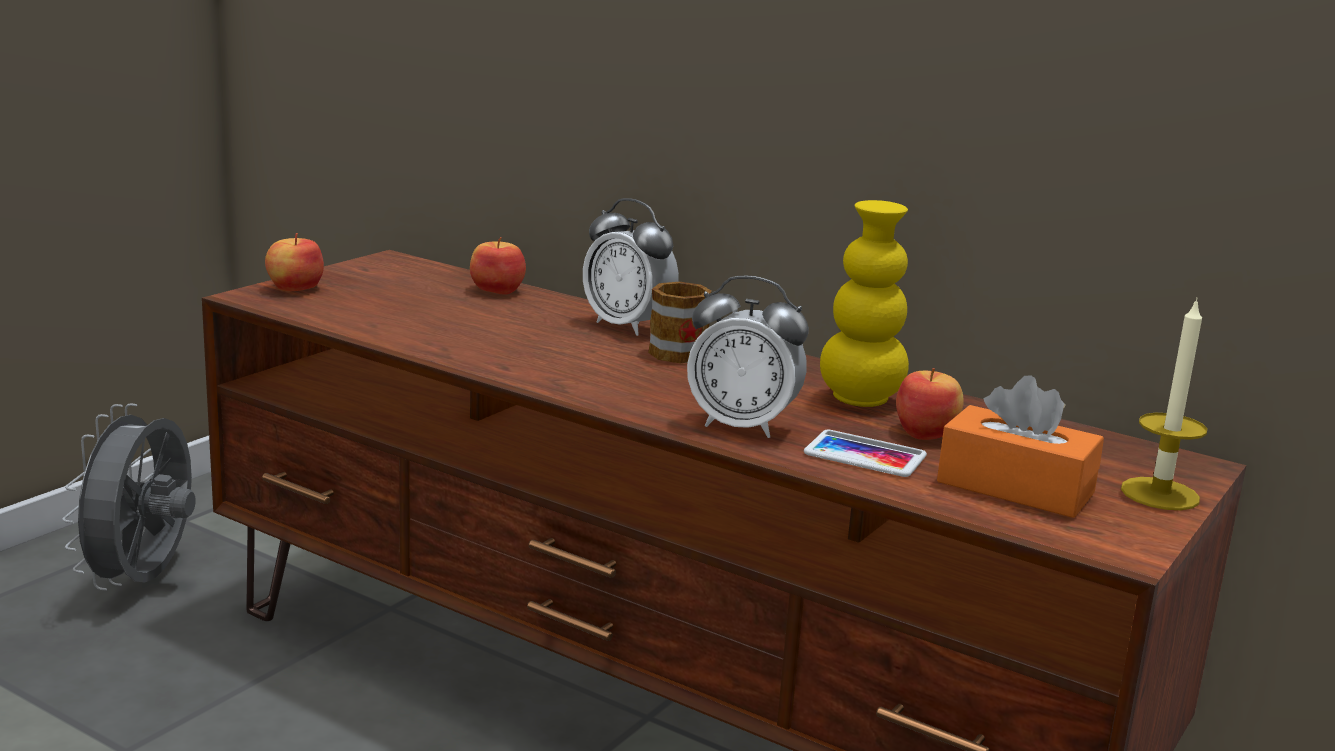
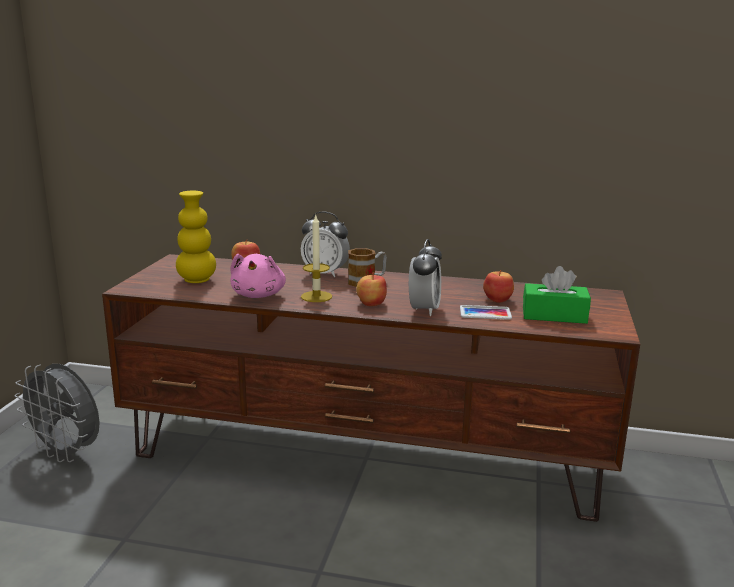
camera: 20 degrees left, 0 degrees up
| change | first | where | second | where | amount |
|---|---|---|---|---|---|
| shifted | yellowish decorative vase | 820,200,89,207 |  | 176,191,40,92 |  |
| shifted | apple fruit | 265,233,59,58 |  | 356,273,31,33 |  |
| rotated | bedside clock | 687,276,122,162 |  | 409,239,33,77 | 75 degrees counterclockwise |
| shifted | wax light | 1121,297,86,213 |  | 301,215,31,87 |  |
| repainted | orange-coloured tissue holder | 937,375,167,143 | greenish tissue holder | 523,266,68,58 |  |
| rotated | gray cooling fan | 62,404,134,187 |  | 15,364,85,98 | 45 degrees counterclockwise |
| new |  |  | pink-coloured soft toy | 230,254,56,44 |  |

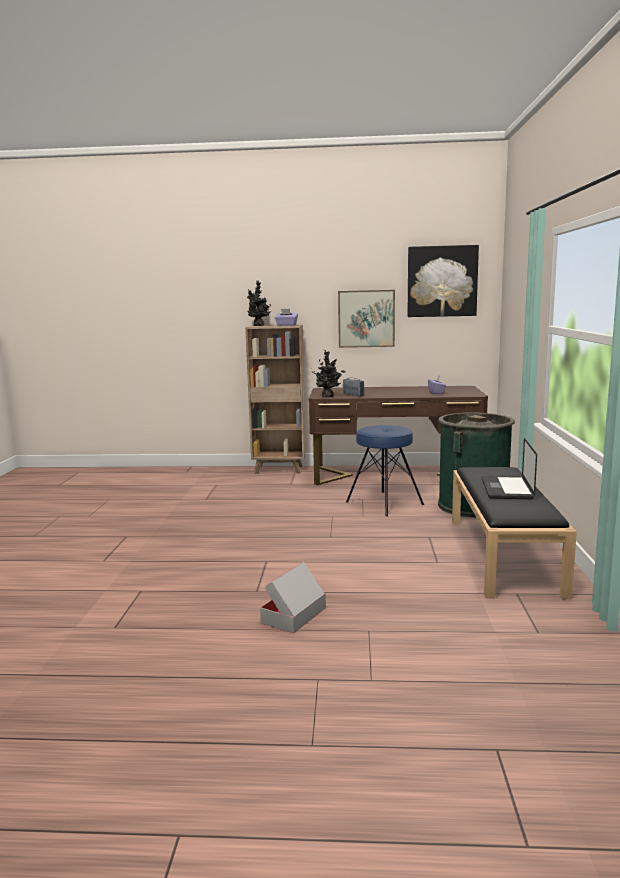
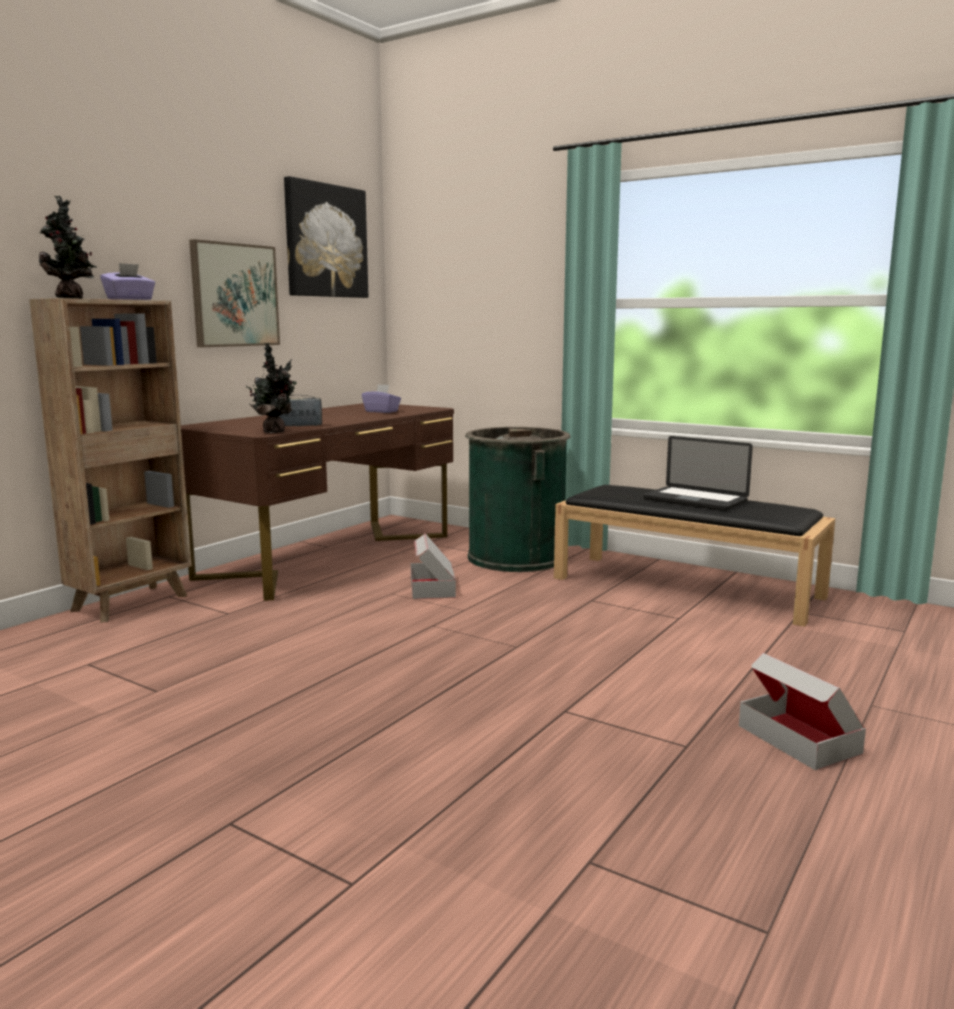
camera: 60 degrees left, 0 degrees up
| change | first | where | second | where | amount |
|---|---|---|---|---|---|
| swapped | blue sitting stool | 346,425,78,91 | packing box | 411,533,45,66 |  |

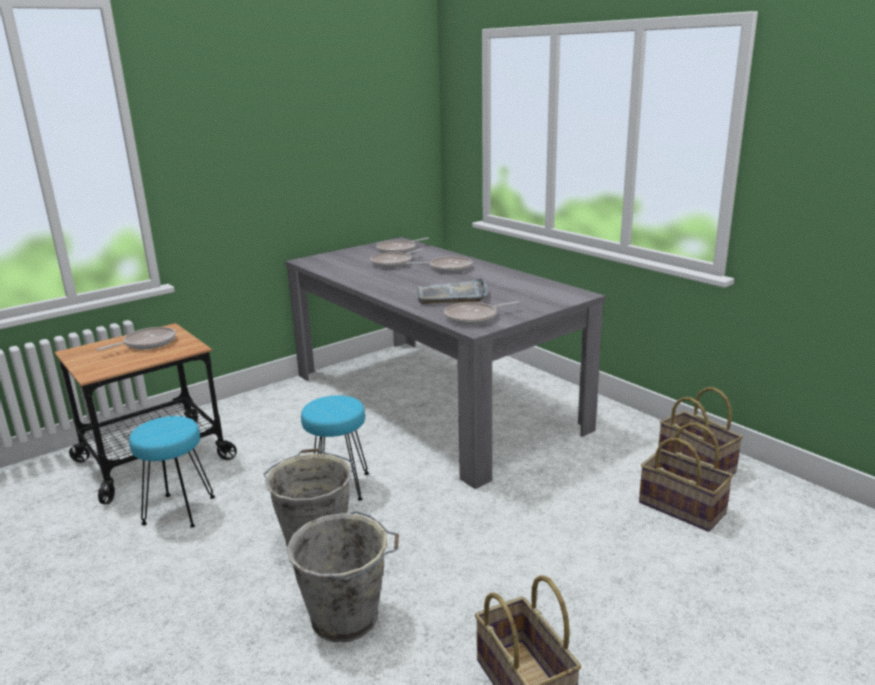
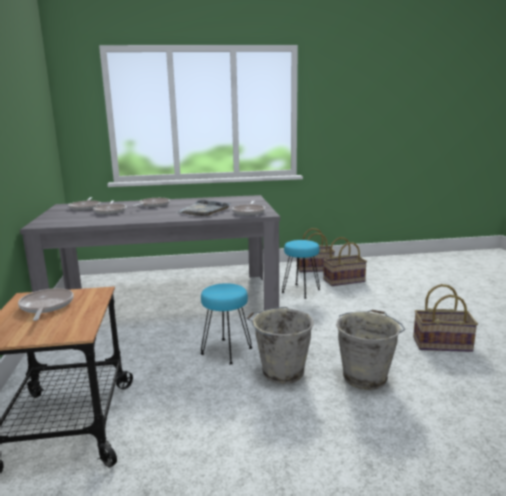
camera: 60 degrees left, 5 degrees down
| change | first | where | second | where | amount |
|---|---|---|---|---|---|
| shifted | blue-green sitting stool | 129,416,86,112 |  | 282,240,38,59 |  |

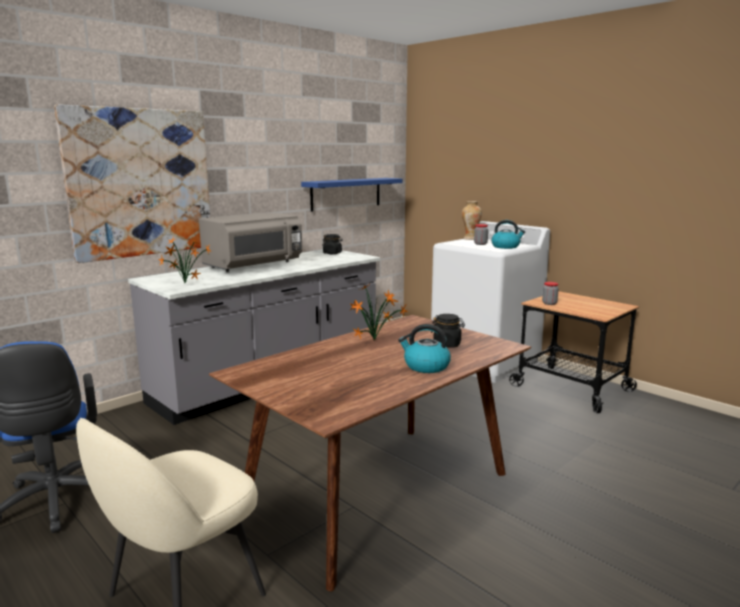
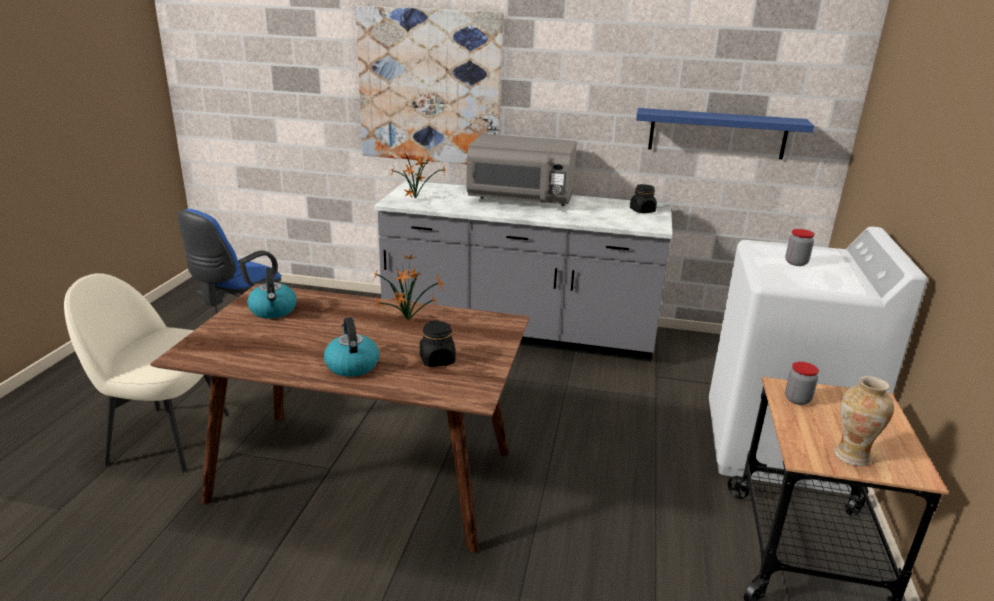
camera: 55 degrees right, 10 degrees up
| change | first | where | second | where | amount |
|---|---|---|---|---|---|
| shifted | decorative vase | 462,201,20,39 |  | 834,376,60,90 |  |
| shifted | water kettle | 491,220,34,29 |  | 247,268,50,51 |  |

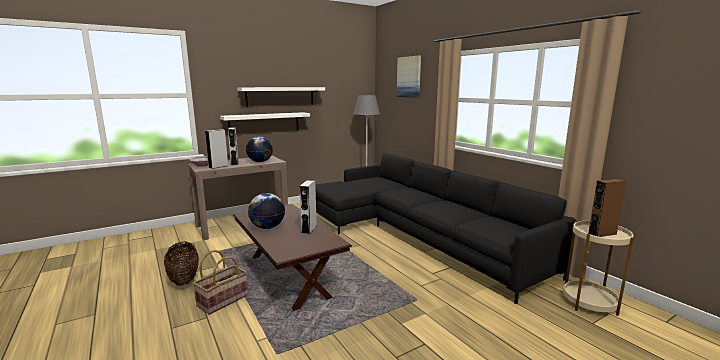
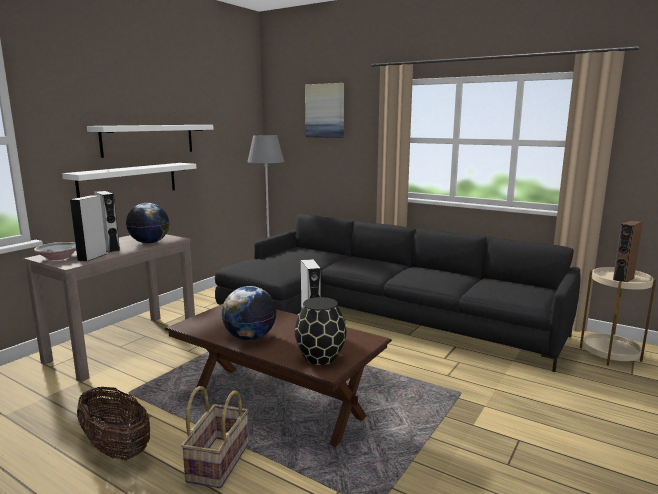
camera: 25 degrees left, 0 degrees up
| change | first | where | second | where | amount |
|---|---|---|---|---|---|
| new |  |  | black-coloured decorative vase | 295,297,51,68 |  |

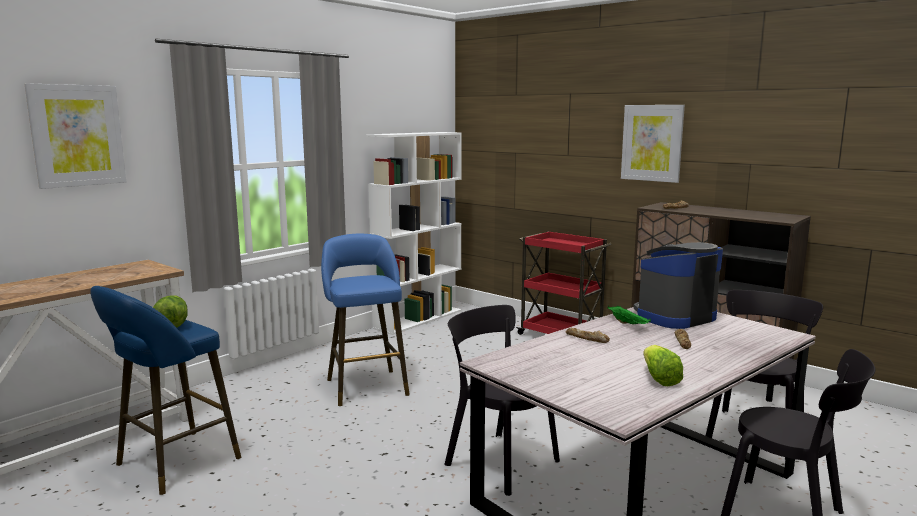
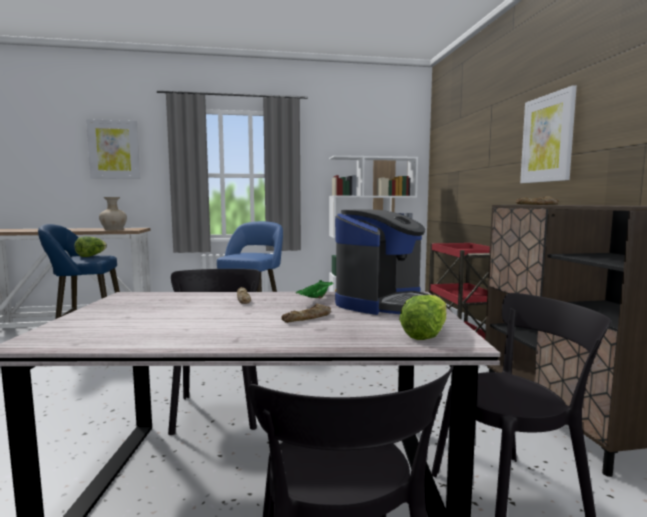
camera: 40 degrees right, 5 degrees down
| change | first | where | second | where | amount |
|---|---|---|---|---|---|
| rotated | coffee brewer | 633,242,90,87 |  | 335,210,95,105 | 120 degrees clockwise |
| shifted | head of lettuce | 643,345,40,41 |  | 399,295,48,45 |  |
| new |  |  | beige-coloured decorative vase | 99,197,28,33 |  |

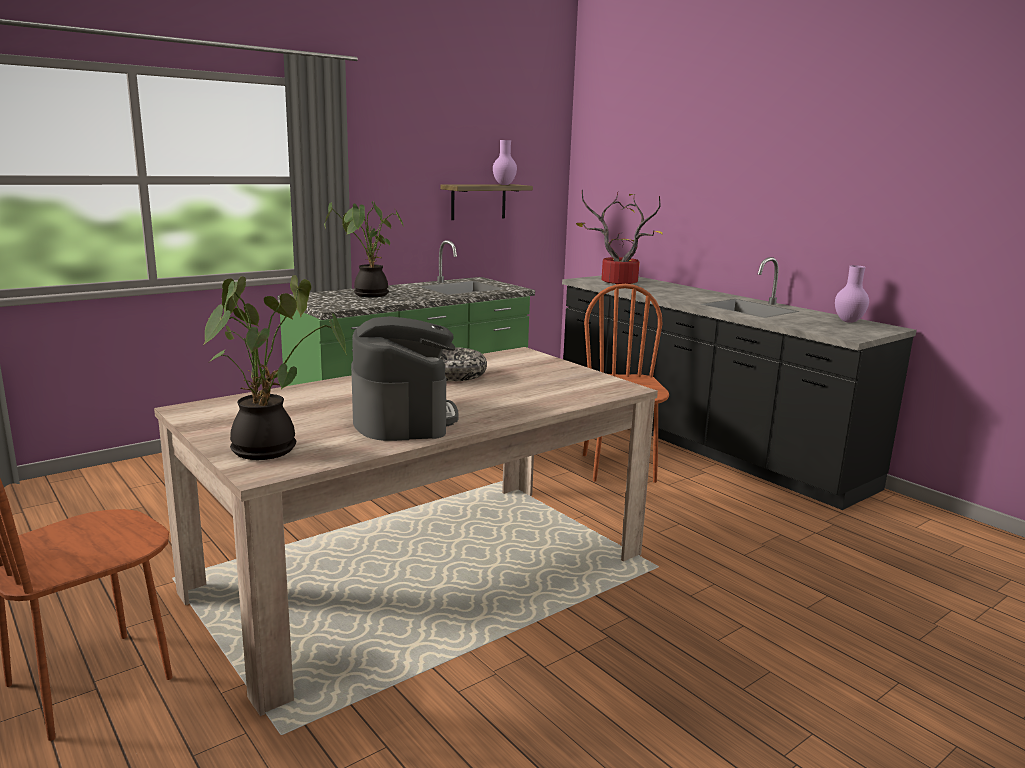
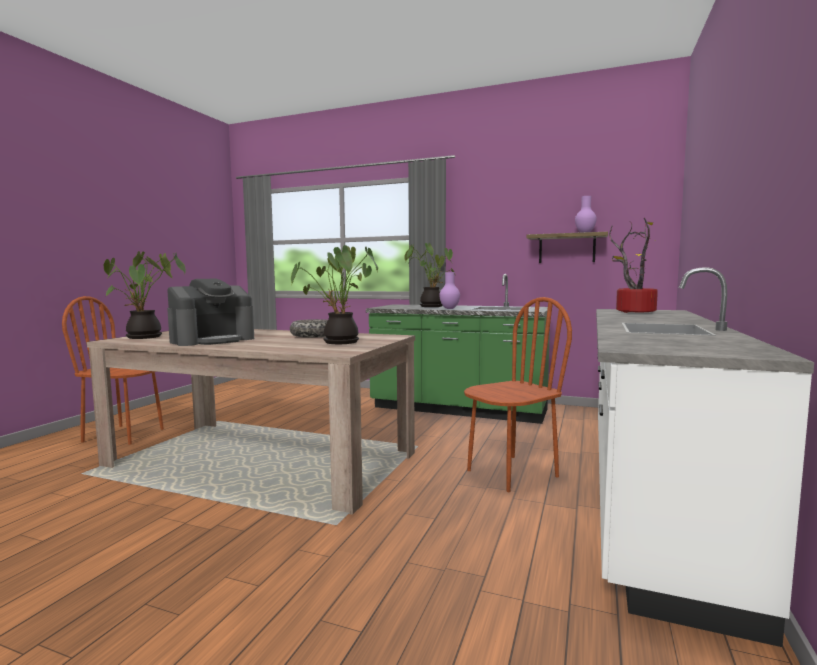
camera: 60 degrees right, 10 degrees down
| change | first | where | second | where | amount |
|---|---|---|---|---|---|
| repainted | black-coloured kitchen base unit | 562,257,355,253 | white-coloured kitchen base unit | 596,267,218,380 |  |
| shifted | purple-coloured decorative vase | 835,265,34,58 |  | 439,272,21,37 |  |
| new |  |  | plant in a pot | 291,245,87,99 |  |

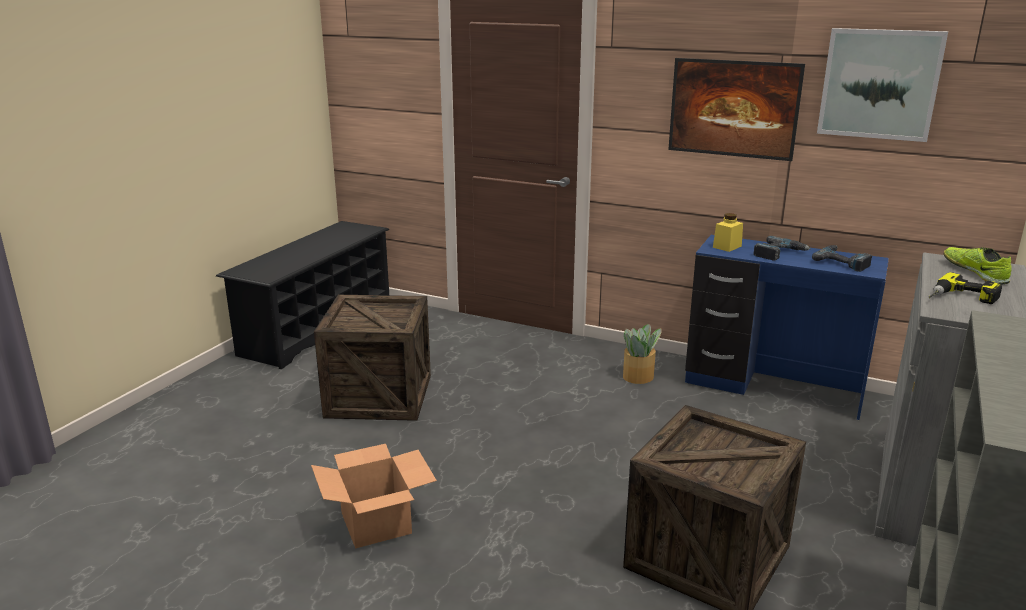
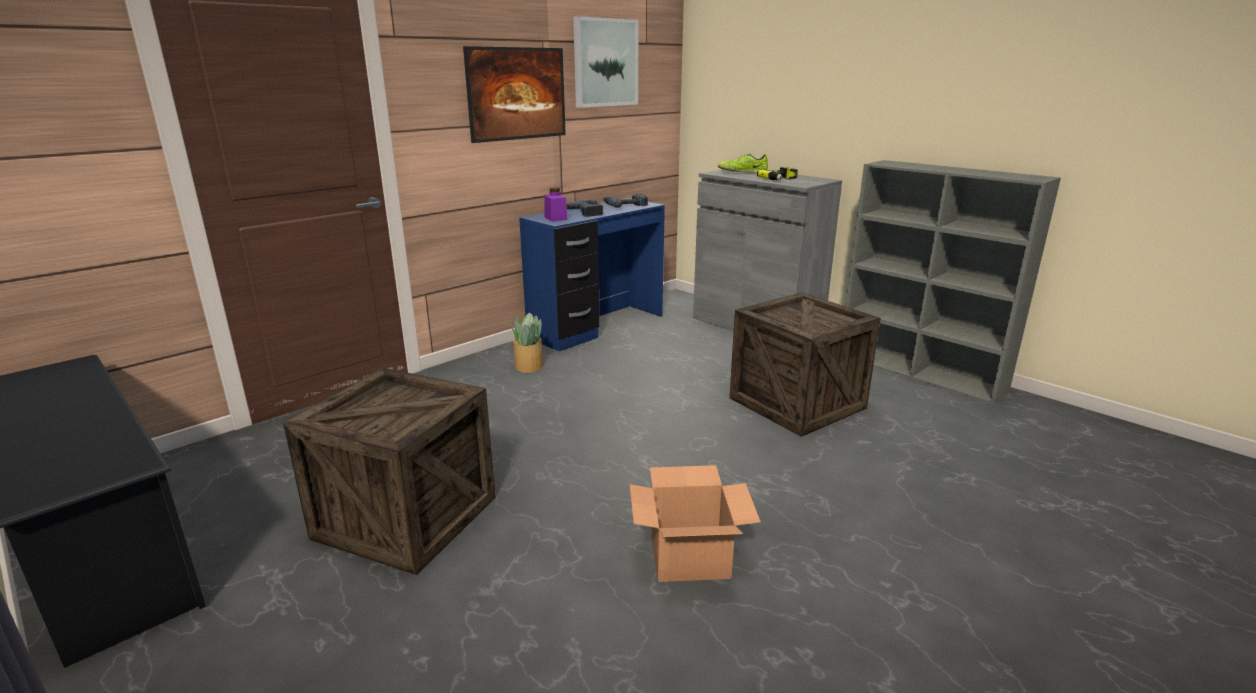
camera: 70 degrees left, 0 degrees up
| change | first | where | second | where | amount |
|---|---|---|---|---|---|
| repainted | yellowish jar | 713,213,30,39 | purple-coloured jar | 544,187,24,34 |  |

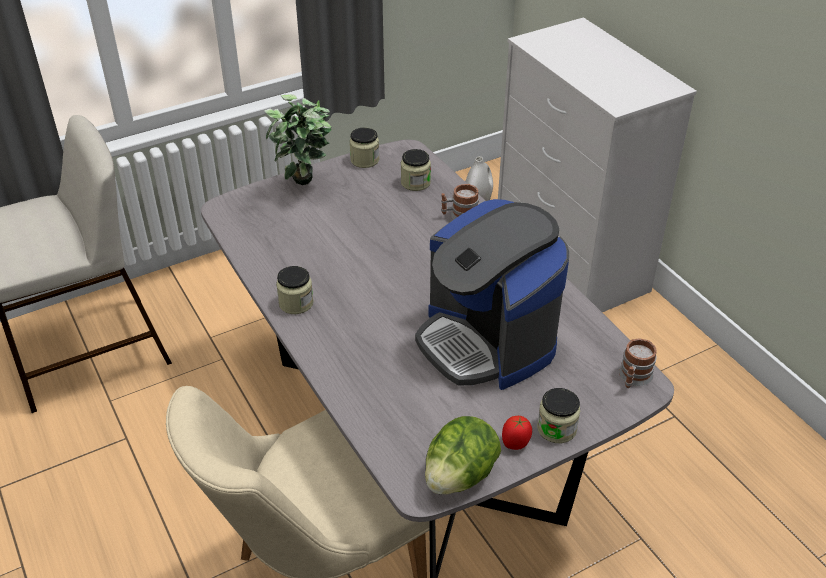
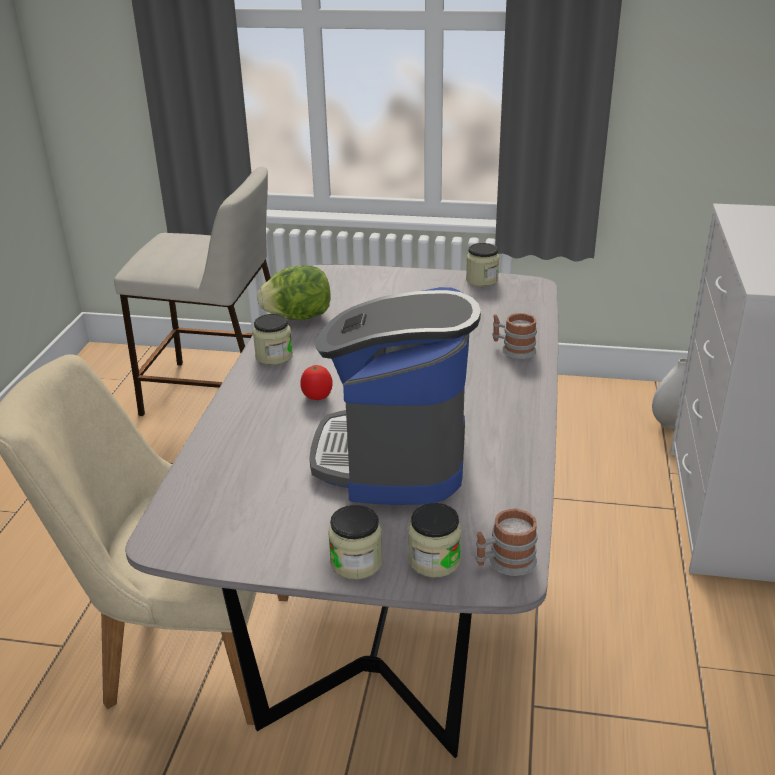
camera: 40 degrees right, 10 degrees down
| change | first | where | second | where | amount |
|---|---|---|---|---|---|
| gone | plant in a pot | 264,94,68,91 |  |  |  |
| shifted | jar | 401,149,30,42 |  | 408,503,54,75 |  |
| shifted | head of lettuce | 425,416,76,79 |  | 257,265,74,55 |  |
| shifted | tomato | 502,416,30,34 |  | 300,365,32,35 |  |

